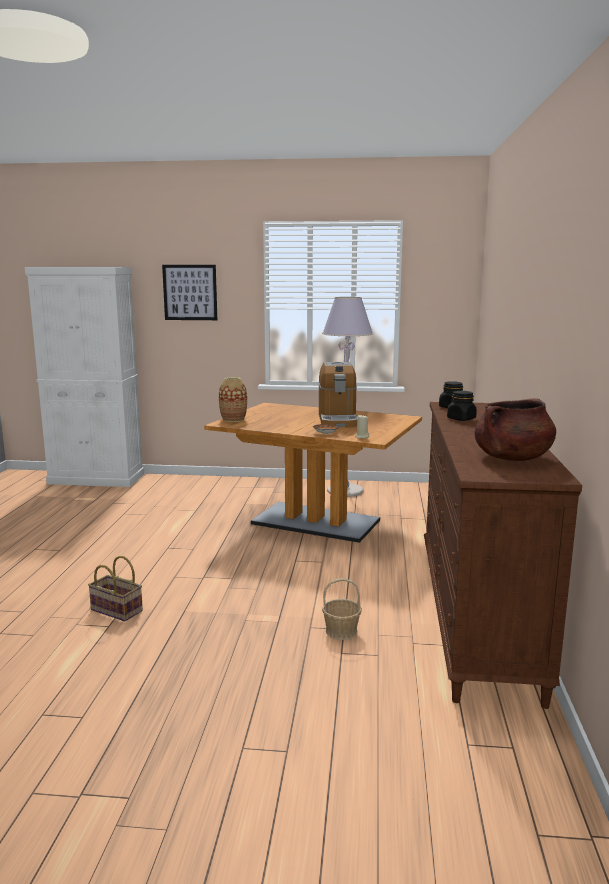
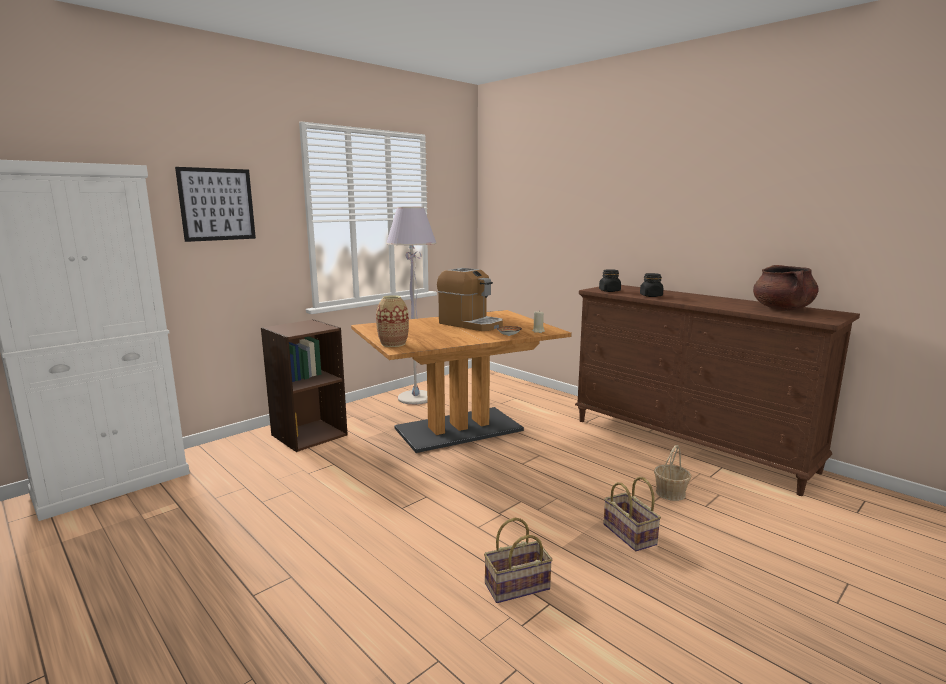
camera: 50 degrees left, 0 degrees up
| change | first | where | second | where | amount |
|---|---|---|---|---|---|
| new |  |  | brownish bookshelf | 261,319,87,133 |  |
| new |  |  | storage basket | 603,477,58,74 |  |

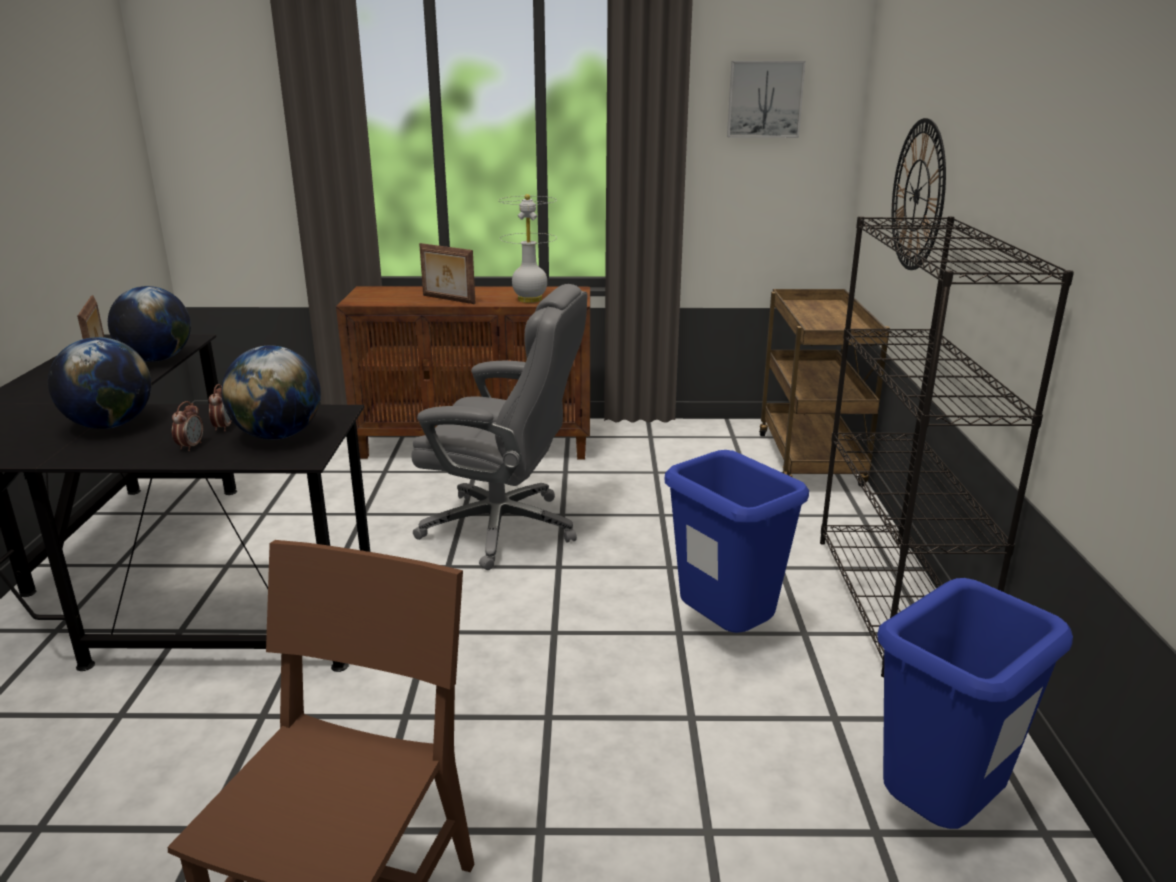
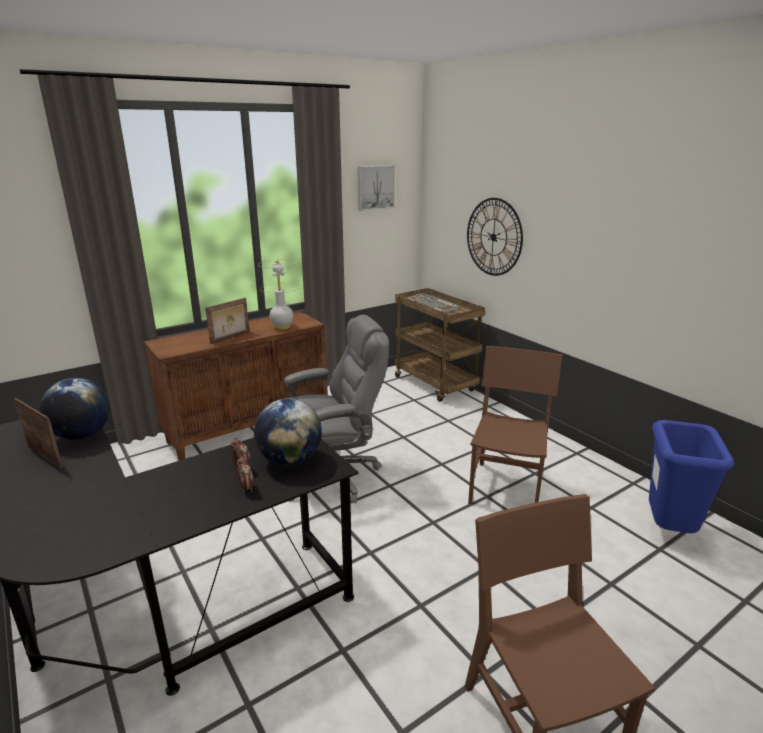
camera: 35 degrees left, 0 degrees up
| change | first | where | second | where | amount |
|---|---|---|---|---|---|
| gone | black-coloured bookshelf | 820,216,254,462 |  |  |  |
| rotated | photo frame | 419,243,57,61 |  | 205,298,44,46 | 45 degrees counterclockwise |
| gone | globe | 48,337,103,92 |  |  |  |
| swapped | blue rubbish bin | 664,450,145,183 | brownish plain chair | 468,346,95,158 |  |
| new |  |  | keyboard | 407,293,52,20 |  |

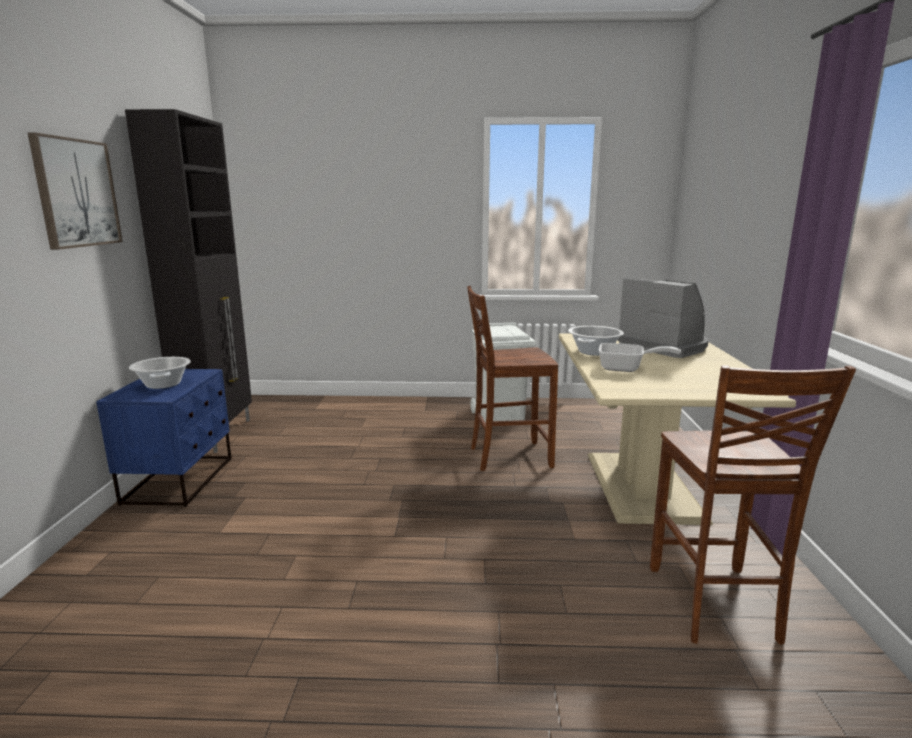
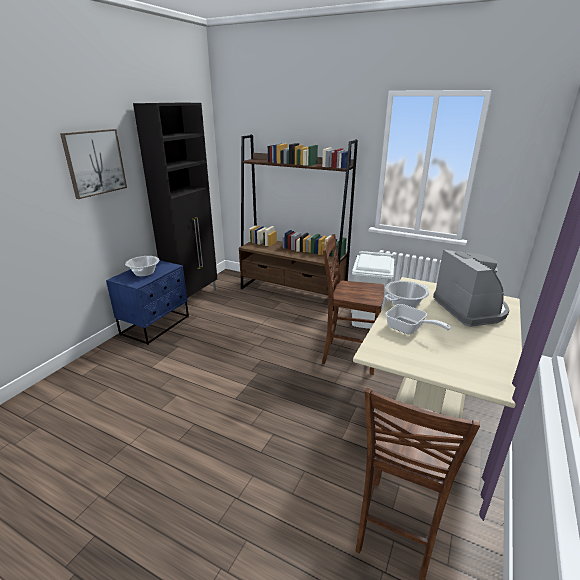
camera: 25 degrees right, 10 degrees up
| change | first | where | second | where | amount |
|---|---|---|---|---|---|
| new |  |  | brownish bookshelf | 239,135,119,176 |  |

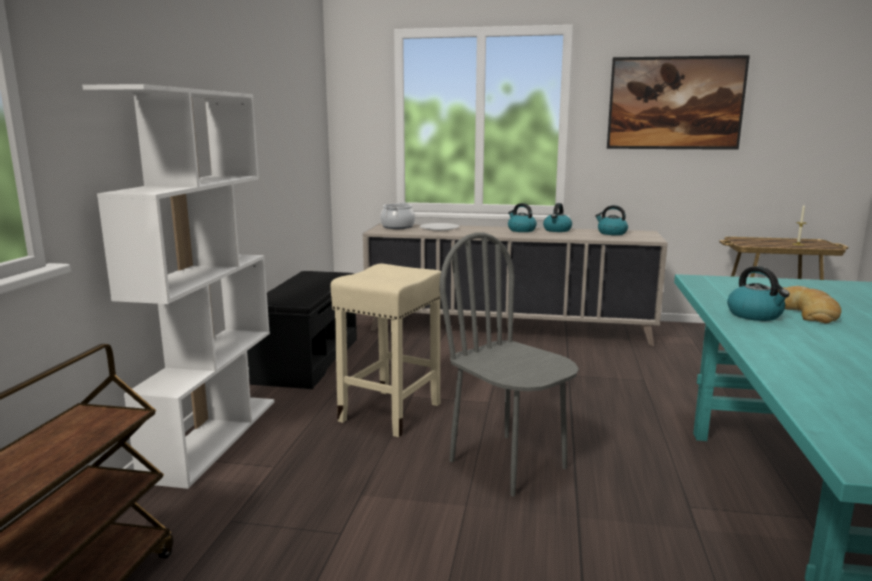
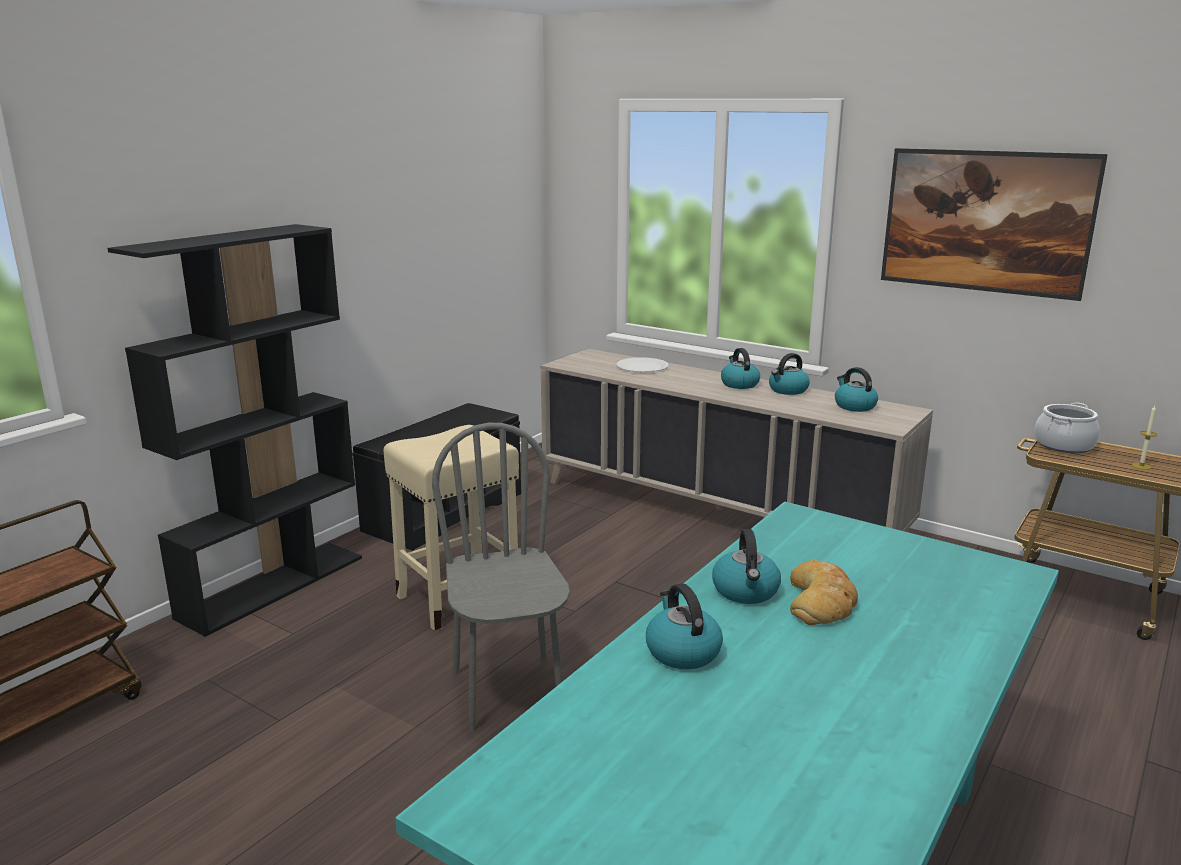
camera: 25 degrees right, 5 degrees up
| change | first | where | second | where | amount |
|---|---|---|---|---|---|
| repainted | white-coloured bookshelf | 82,84,192,405 | black-coloured bookshelf | 107,224,255,413 |  |
| shifted | cooking pot | 380,202,35,27 |  | 1034,402,66,51 |  |
| new |  |  | water kettle | 646,583,77,86 |  |

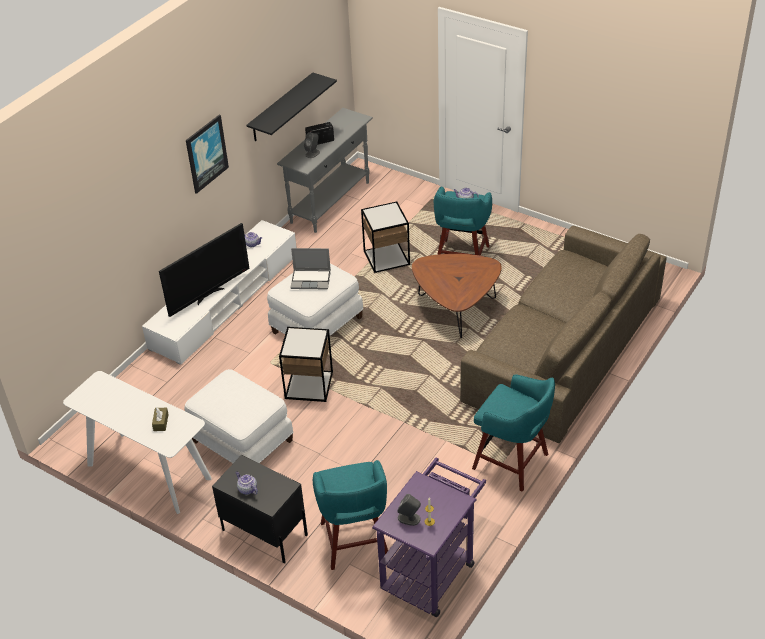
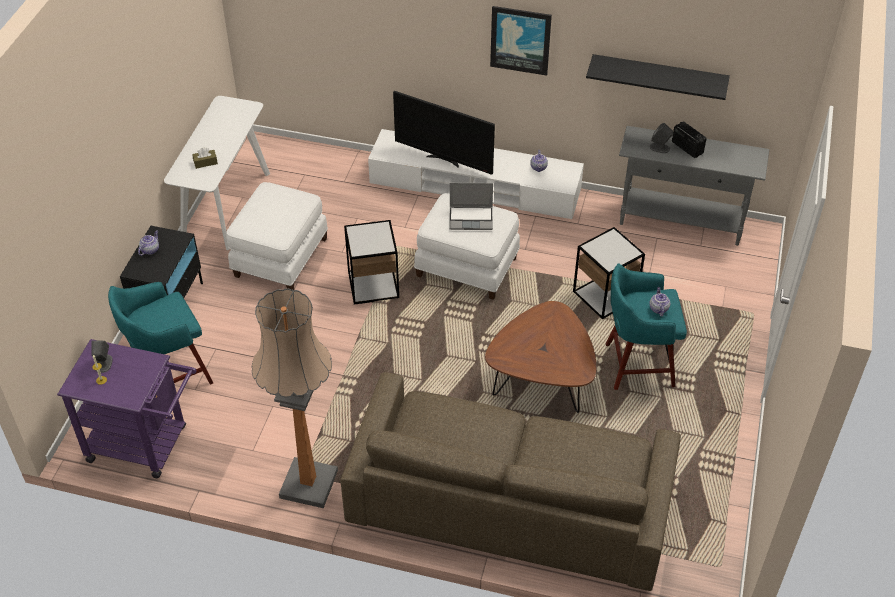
camera: 70 degrees right, 5 degrees up
| change | first | where | second | where | amount |
|---|---|---|---|---|---|
| rotated | notebook computer | 290,248,41,41 |  | 449,183,44,47 | 75 degrees counterclockwise |
| swapped | blue-green sitting stool | 472,374,83,118 | standard lamp | 252,288,86,220 |  |

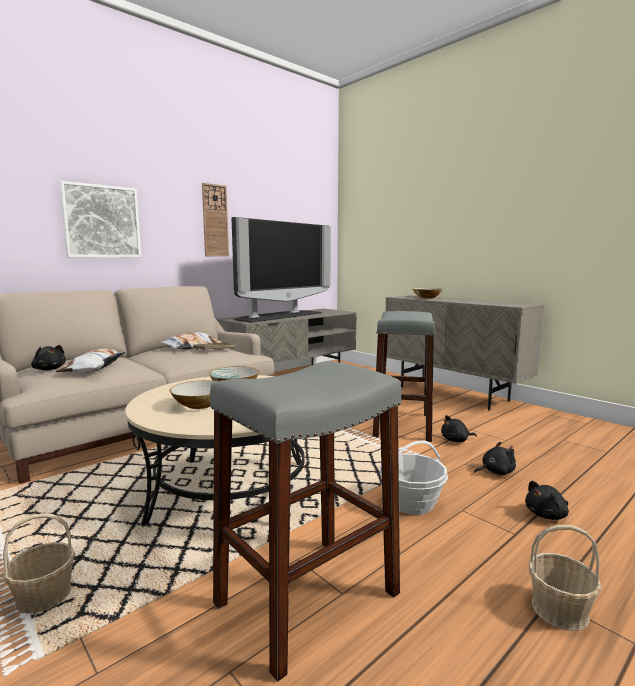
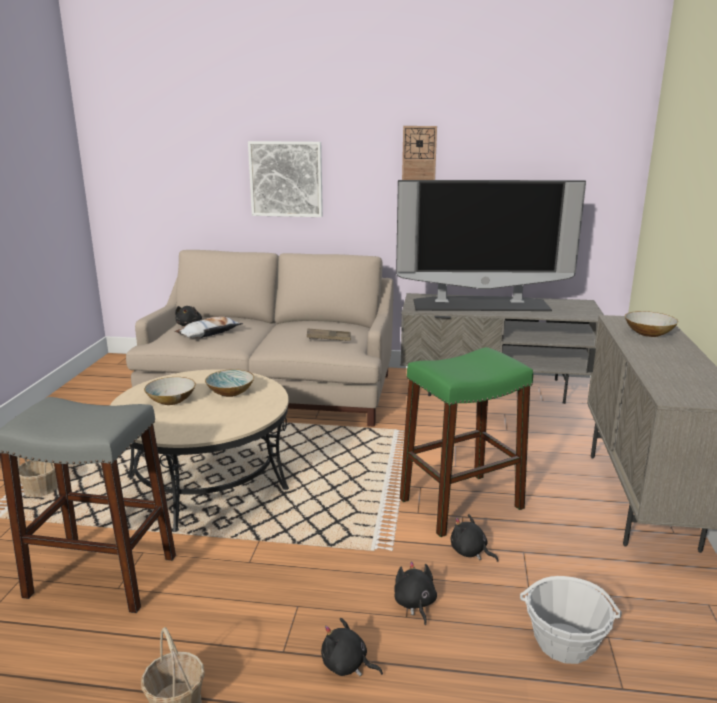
camera: 50 degrees right, 10 degrees up
| change | first | where | second | where | amount |
|---|---|---|---|---|---|
| repainted | gray sitting stool | 373,311,63,131 | greenish sitting stool | 400,347,133,190 |  |
| gone | cushion | 160,332,63,18 |  |  |  |
| shifted | storage basket | 380,440,68,75 |  | 520,576,102,88 |  |
| rotated | black-coloured soft toy | 474,442,42,33 |  | 394,561,43,64 | 135 degrees counterclockwise |

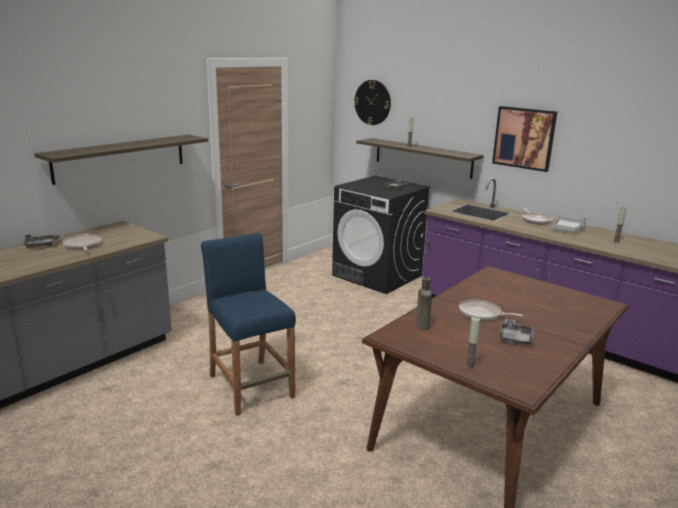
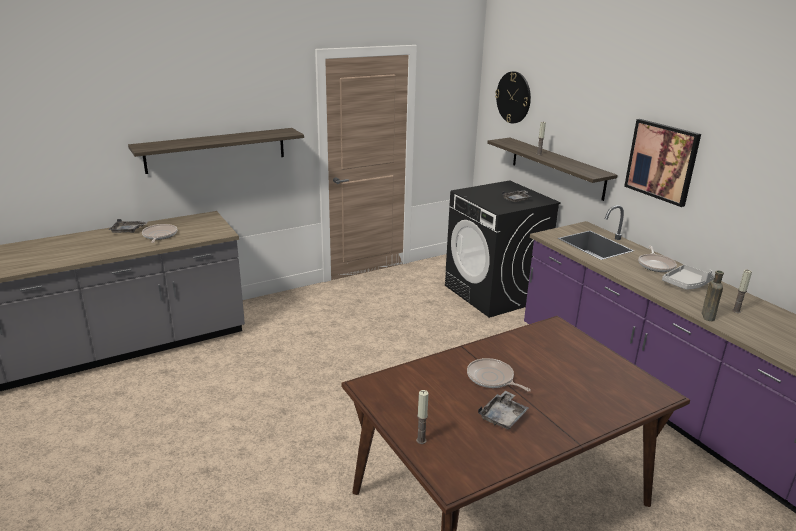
camera: 20 degrees right, 5 degrees up
| change | first | where | second | where | amount |
|---|---|---|---|---|---|
| gone | blue sitting stool | 201,233,95,183 |  |  |  |
| shifted | brownish beverage bottle | 416,277,16,53 |  | 702,270,22,51 |  |

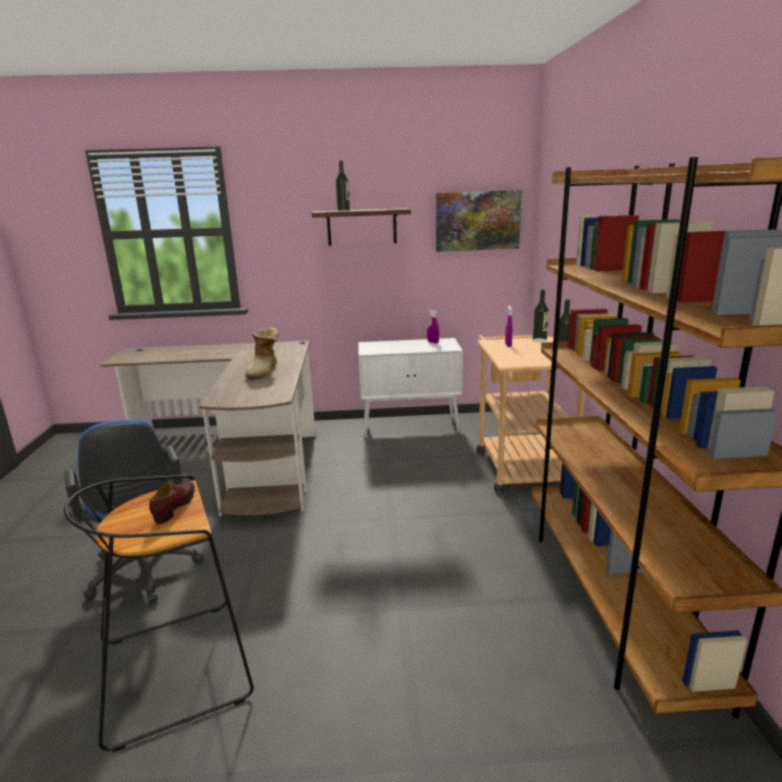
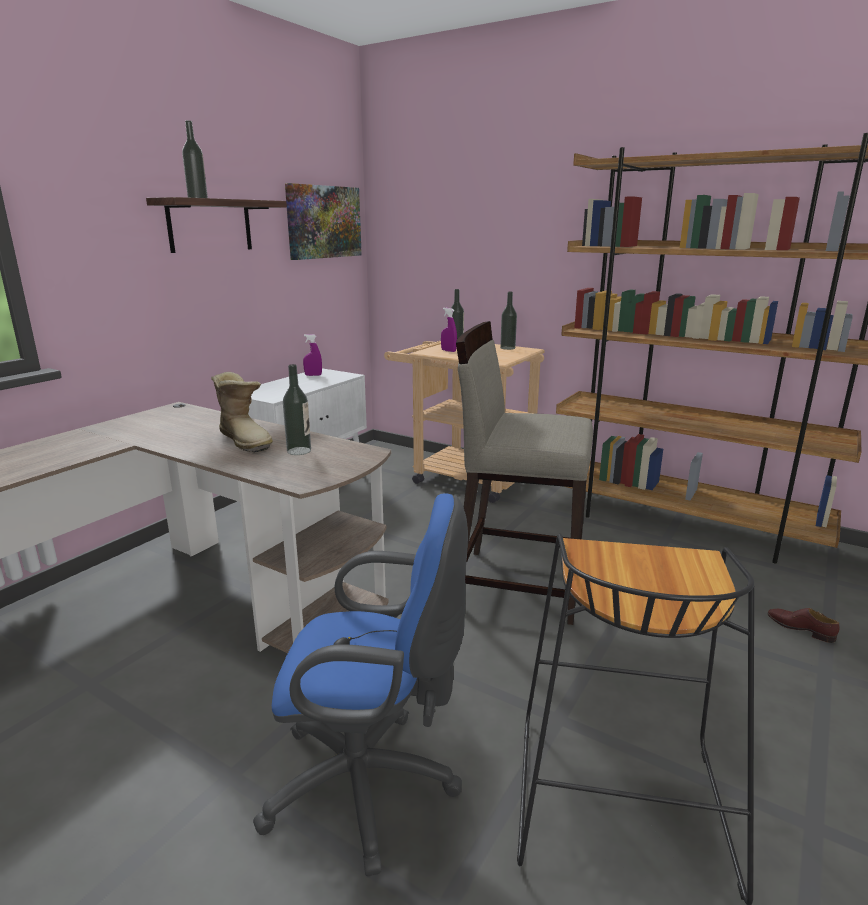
camera: 55 degrees left, 0 degrees up
| change | first | where | second | where | amount |
|---|---|---|---|---|---|
| shifted | brownish item of footwear | 149,482,46,42 |  | 768,608,72,35 |  |
| new |  |  | beige-coloured sitting stool | 456,321,137,304 |  |
| new |  |  | beverage bottle | 283,364,28,91 |  |

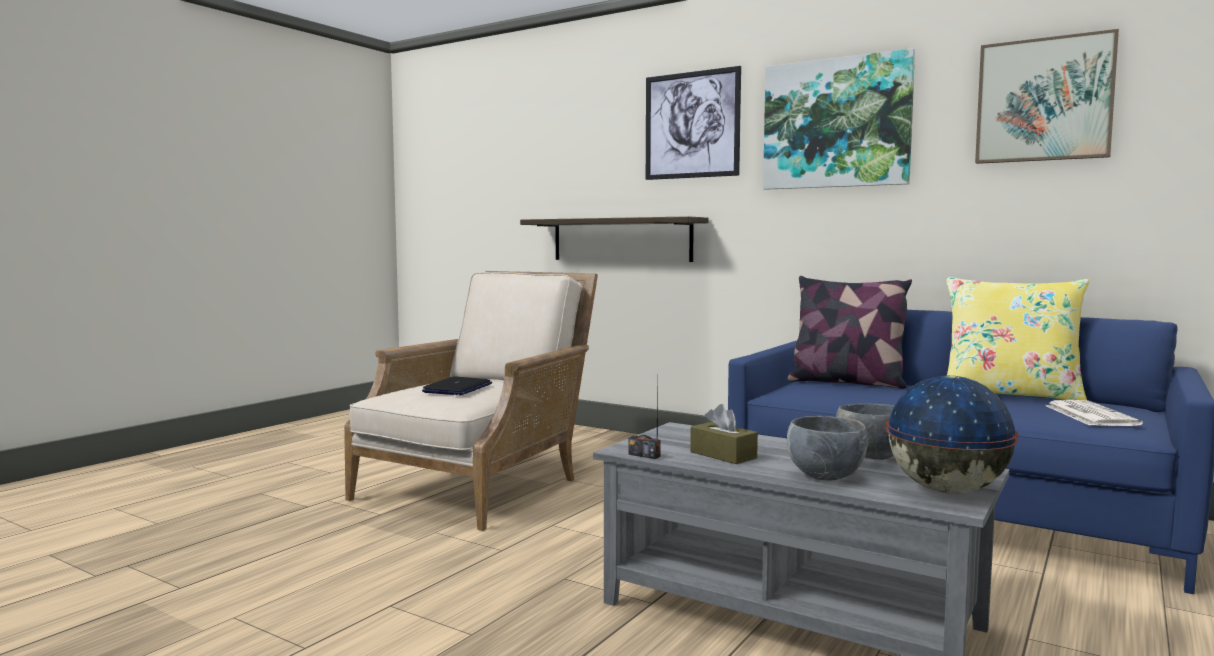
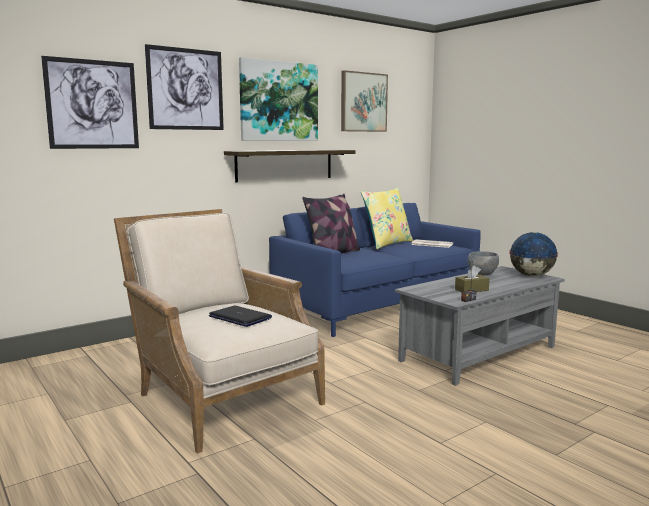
camera: 70 degrees left, 5 degrees up
| change | first | where | second | where | amount |
|---|---|---|---|---|---|
| shifted | bracket shelf | 520,216,188,46 |  | 224,150,132,32 |  |
| gone | gray serving bowl | 787,416,81,65 |  |  |  |
| new |  |  | wall art | 41,56,98,93 |  |

